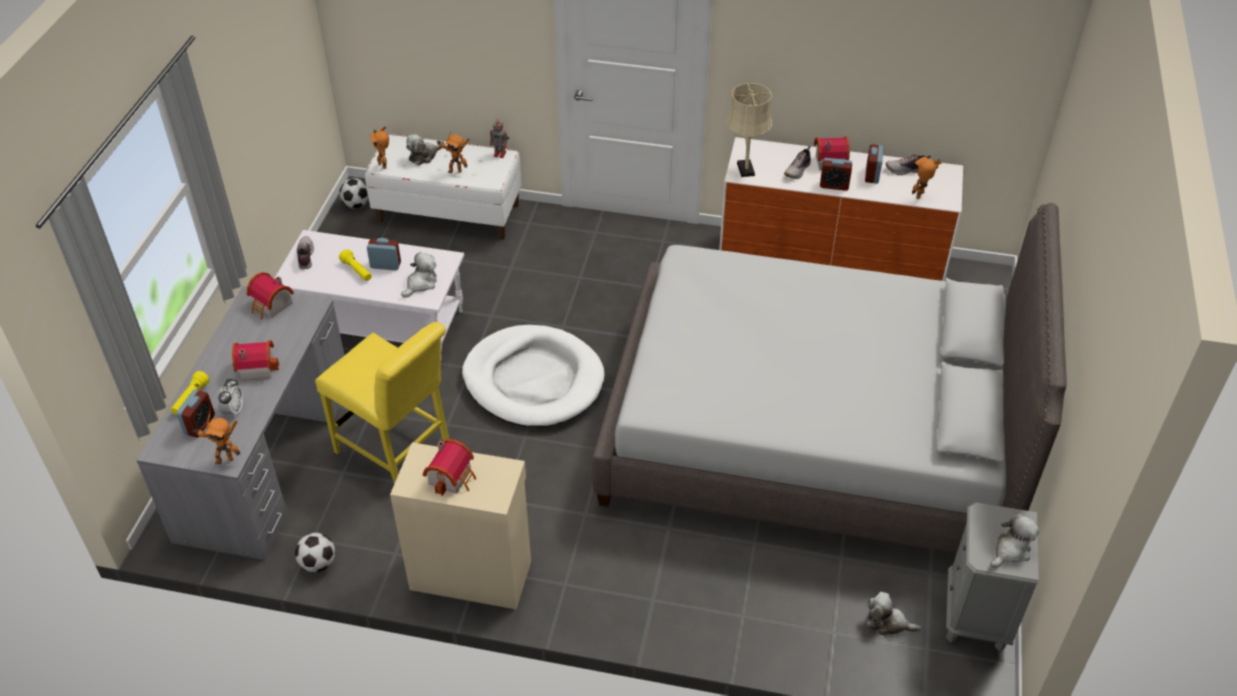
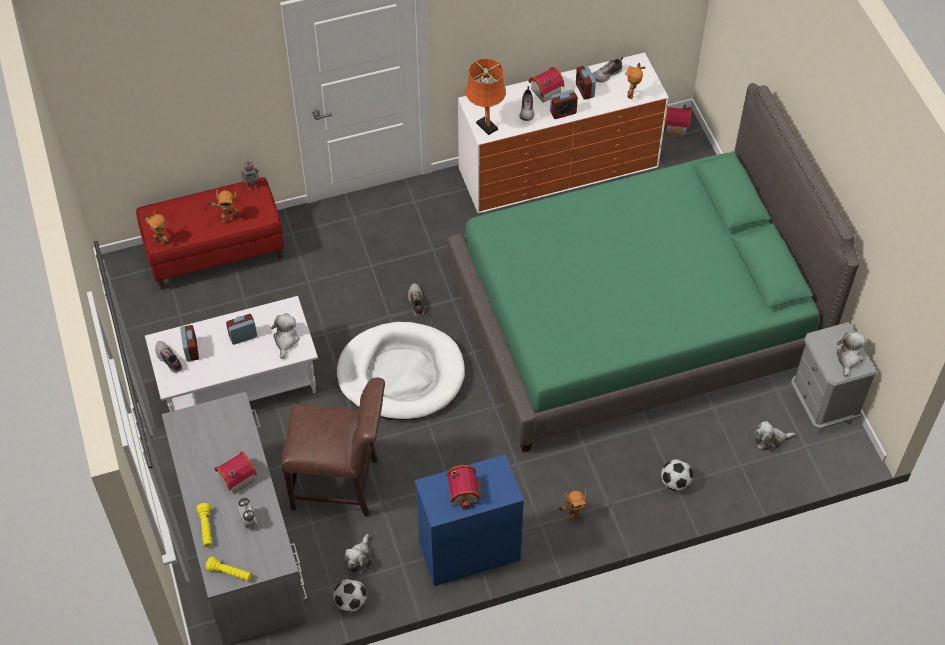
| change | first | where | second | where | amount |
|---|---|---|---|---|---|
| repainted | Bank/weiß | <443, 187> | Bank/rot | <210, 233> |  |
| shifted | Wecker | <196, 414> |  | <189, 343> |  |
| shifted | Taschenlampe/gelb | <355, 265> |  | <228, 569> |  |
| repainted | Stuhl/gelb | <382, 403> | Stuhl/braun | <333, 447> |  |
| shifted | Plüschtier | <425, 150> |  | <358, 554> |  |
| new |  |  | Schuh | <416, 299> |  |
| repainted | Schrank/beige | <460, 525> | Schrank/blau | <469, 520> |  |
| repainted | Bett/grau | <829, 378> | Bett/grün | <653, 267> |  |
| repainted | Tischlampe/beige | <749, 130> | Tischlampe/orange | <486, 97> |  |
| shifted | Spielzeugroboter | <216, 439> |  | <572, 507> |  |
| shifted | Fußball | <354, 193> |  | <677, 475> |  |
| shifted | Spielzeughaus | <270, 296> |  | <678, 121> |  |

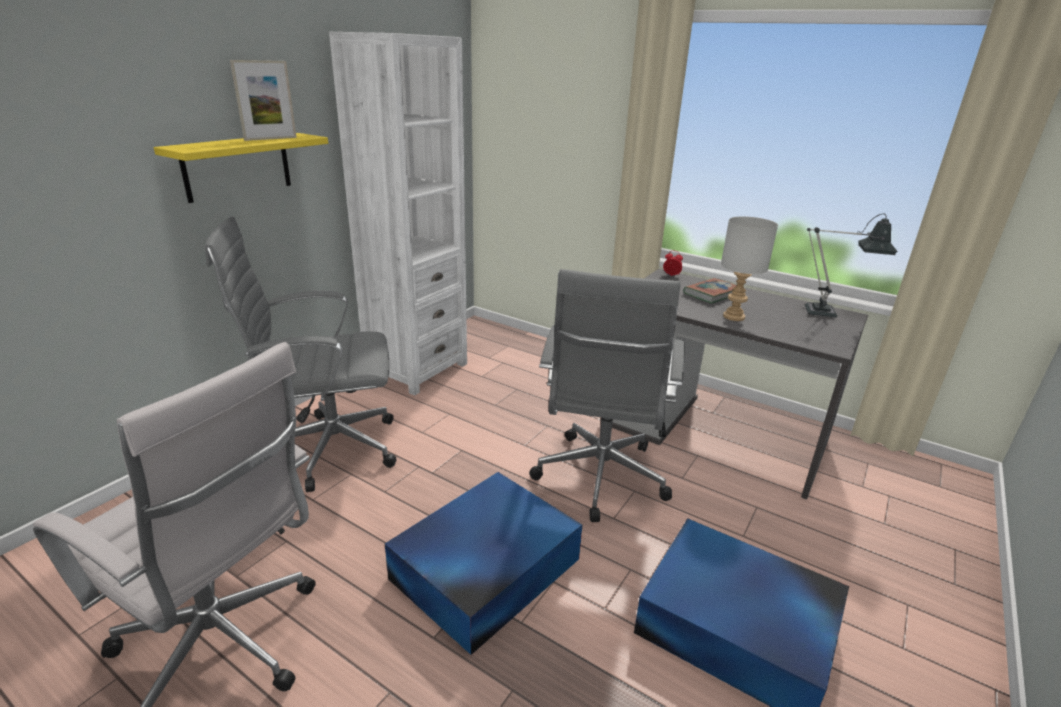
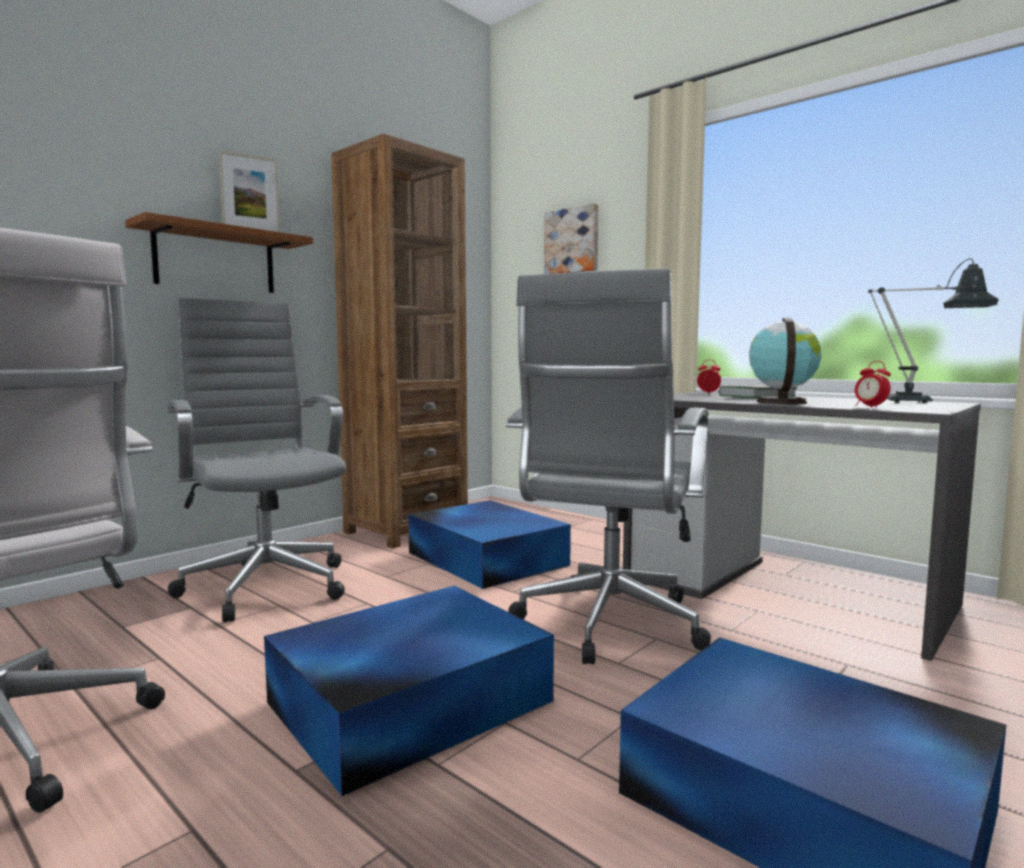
| change | first | where | second | where | amount |
|---|---|---|---|---|---|
| repainted | Wandregal/gelb | <241, 168> | Wandregal/braun | <219, 252> |  |
| rotated | Bürostuhl/grau | <301, 354> |  | <256, 460> | 60 degrees clockwise |
| repainted | Bücherregal/weiß | <398, 214> | Bücherregal/braun | <399, 341> |  |
| new |  |  | Aufbewahrungsbox/blau | <489, 544> |  |
| new |  |  | Bild | <571, 238> |  |
| swapped | Tischlampe/grau | <749, 268> | Globus | <785, 361> |  |
| new |  |  | Wecker | <873, 384> |  |

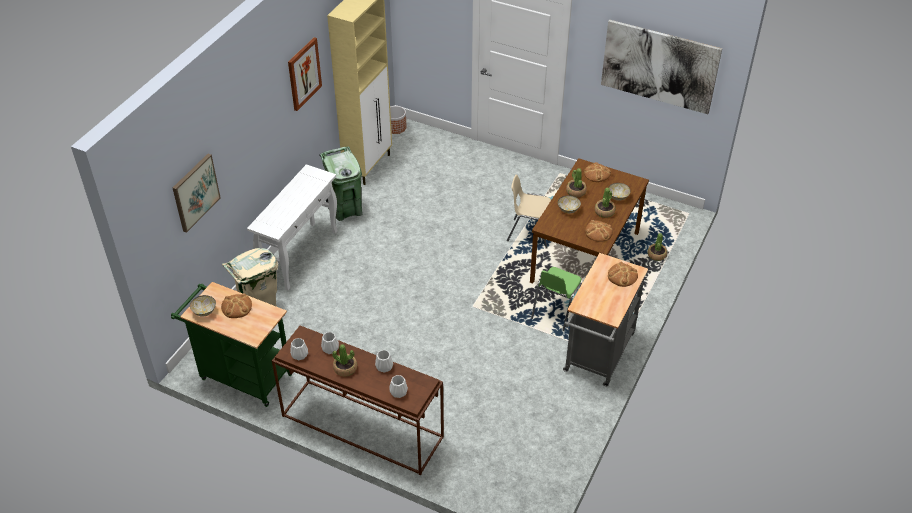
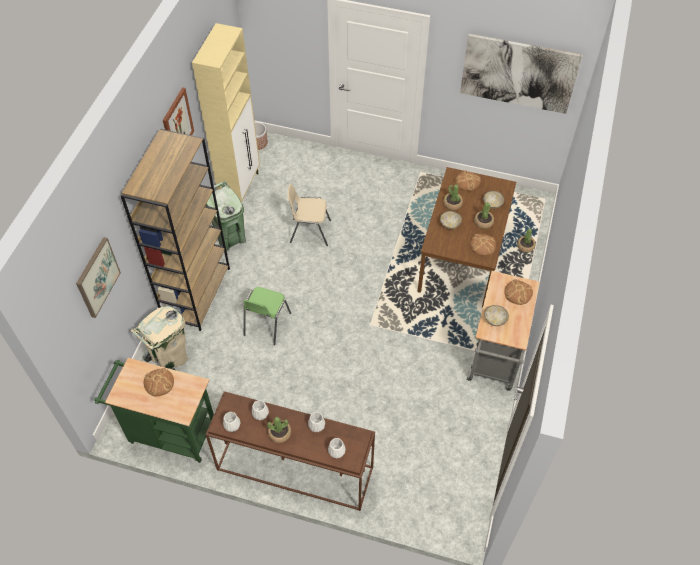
| change | first | where | second | where | amount |
|---|---|---|---|---|---|
| swapped | Konsolentisch/weiß | <292, 227> | Bücherregal/braun | <175, 230> |  |
| shifted | Stuhl/grün | <556, 299> |  | <267, 316> |  |
| shifted | Stuhl/beige | <529, 212> |  | <309, 215> |  |
| shifted | Schüssel | <203, 306> |  | <496, 315> |  |

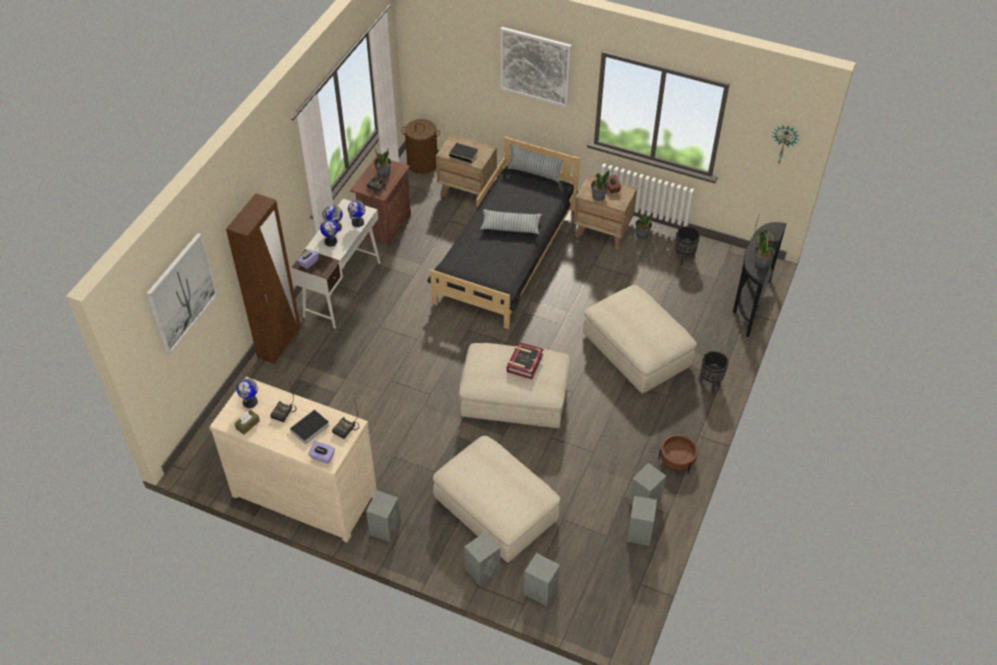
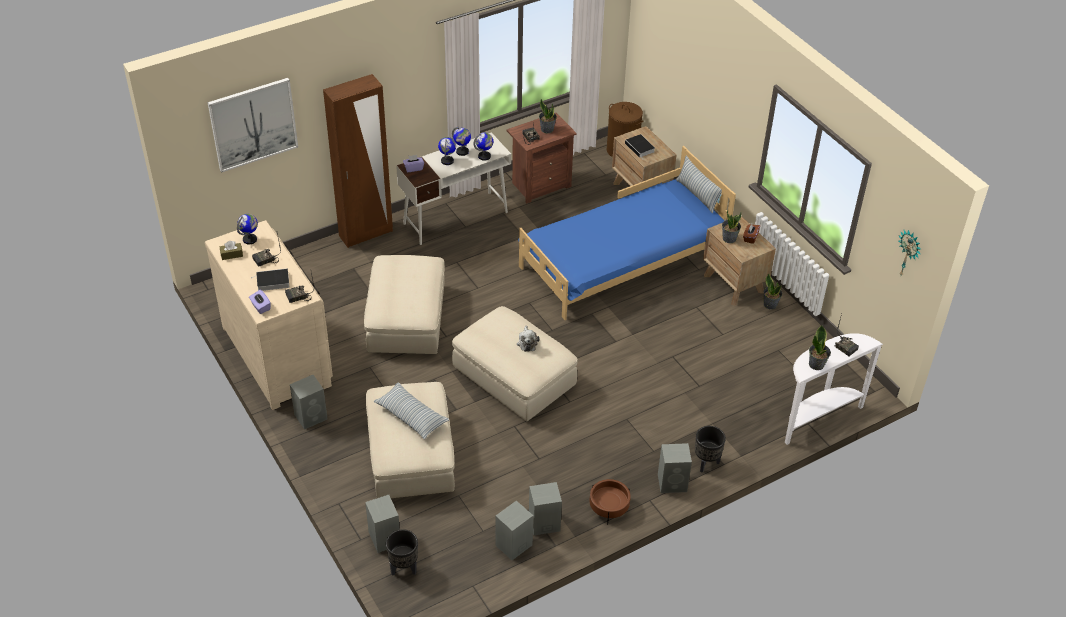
| change | first | where | second | where | amount |
|---|---|---|---|---|---|
| shifted | Polsterhocker/beige | <640, 339> |  | <404, 304> |  |
| shifted | Kissen | <511, 221> |  | <411, 410> |  |
| shifted | Pflanzkübel/schwarz | <687, 245> |  | <402, 552> |  |
| swapped | Buch | <525, 360> | Plüschtier | <528, 339> |  |
| repainted | Bett/schwarz | <503, 233> | Bett/blau | <627, 233> |  |
| shifted | Lautsprecher/grau | <482, 559> |  | <675, 468> |  |
| repainted | Konsolentisch/schwarz | <760, 279> | Konsolentisch/weiß | <834, 389> |  |
| gone | Bild | <536, 67> |  |  |  |

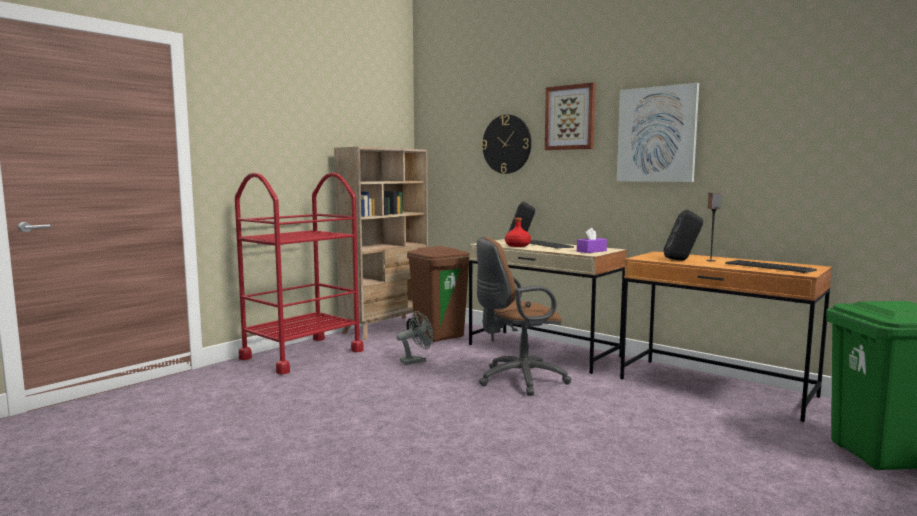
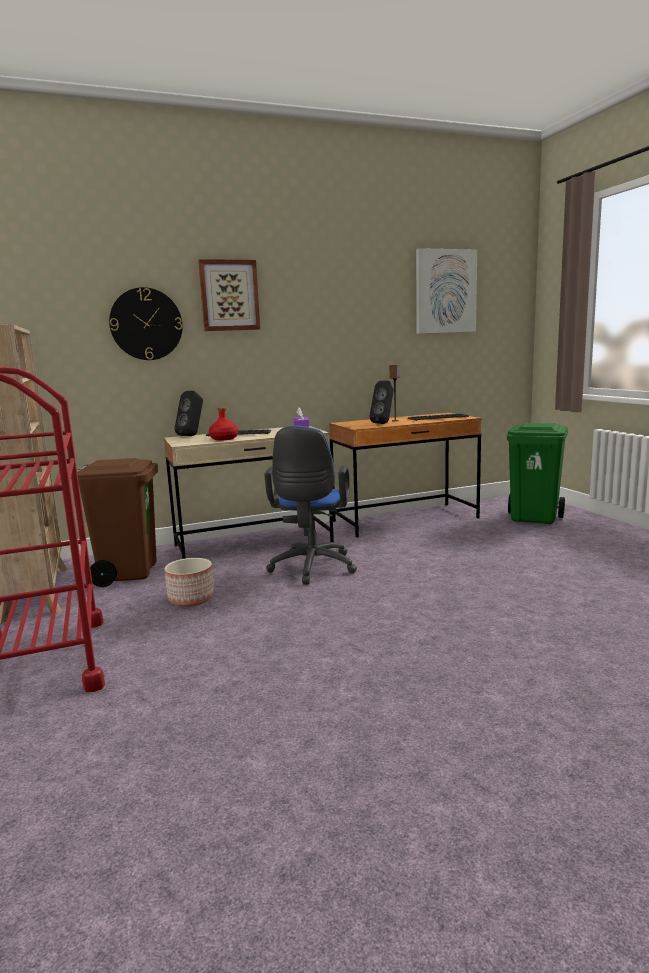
| change | first | where | second | where | amount |
|---|---|---|---|---|---|
| swapped | Ventilator/grau | <415, 338> | Pflanzkübel | <189, 582> |  |
| repainted | Bürostuhl/braun | <524, 316> | Bürostuhl/blau | <310, 505> |  |
| shifted | Bild | <658, 132> |  | <446, 291> |  |

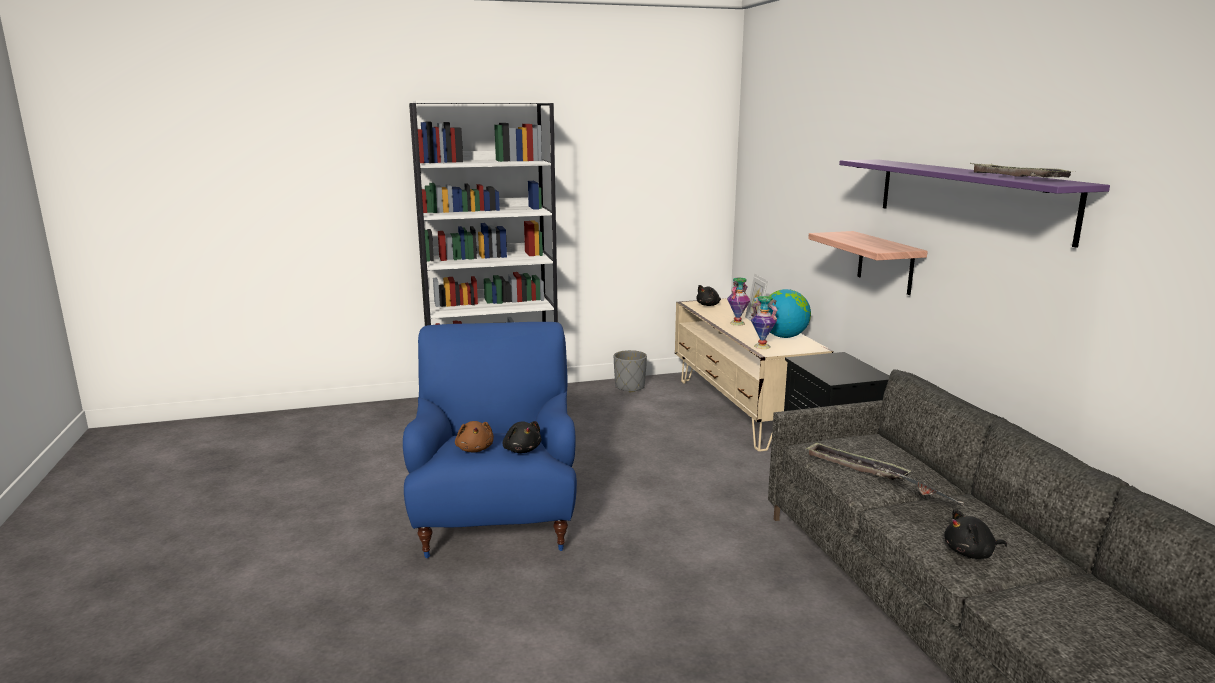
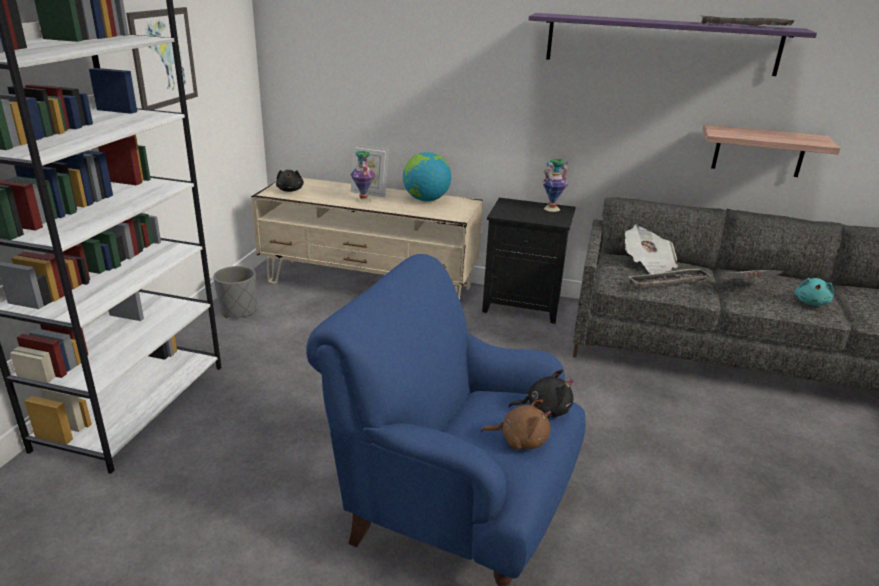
| change | first | where | second | where | amount |
|---|---|---|---|---|---|
| new |  |  | Bild | <162, 58> |  |
| shifted | Vase | <764, 322> |  | <555, 185> |  |
| new |  |  | Zeitung | <651, 249> |  |
| shifted | Wandregal | <868, 263> |  | <772, 151> |  |
| repainted | Plüschtier/schwarz | <975, 534> | Plüschtier/türkis | <814, 292> |  |

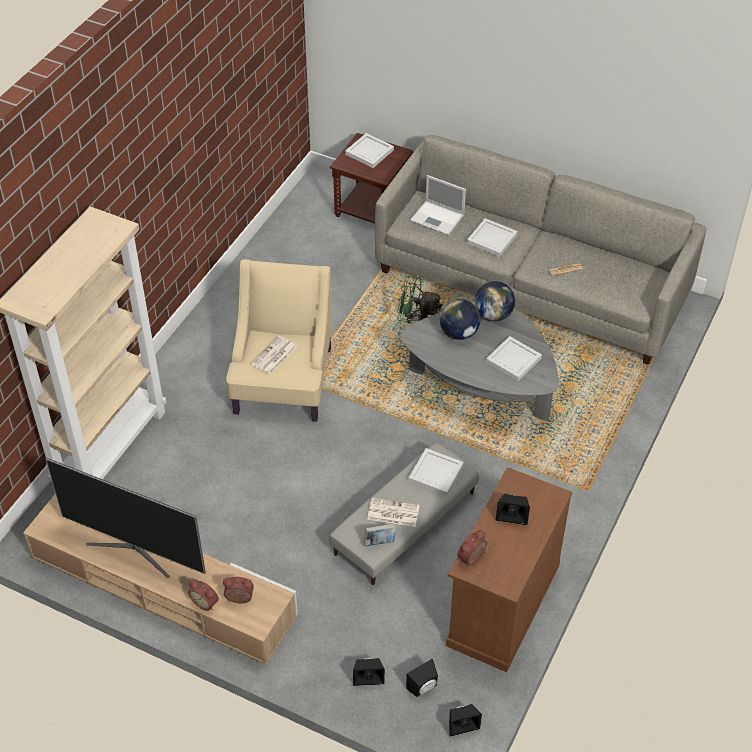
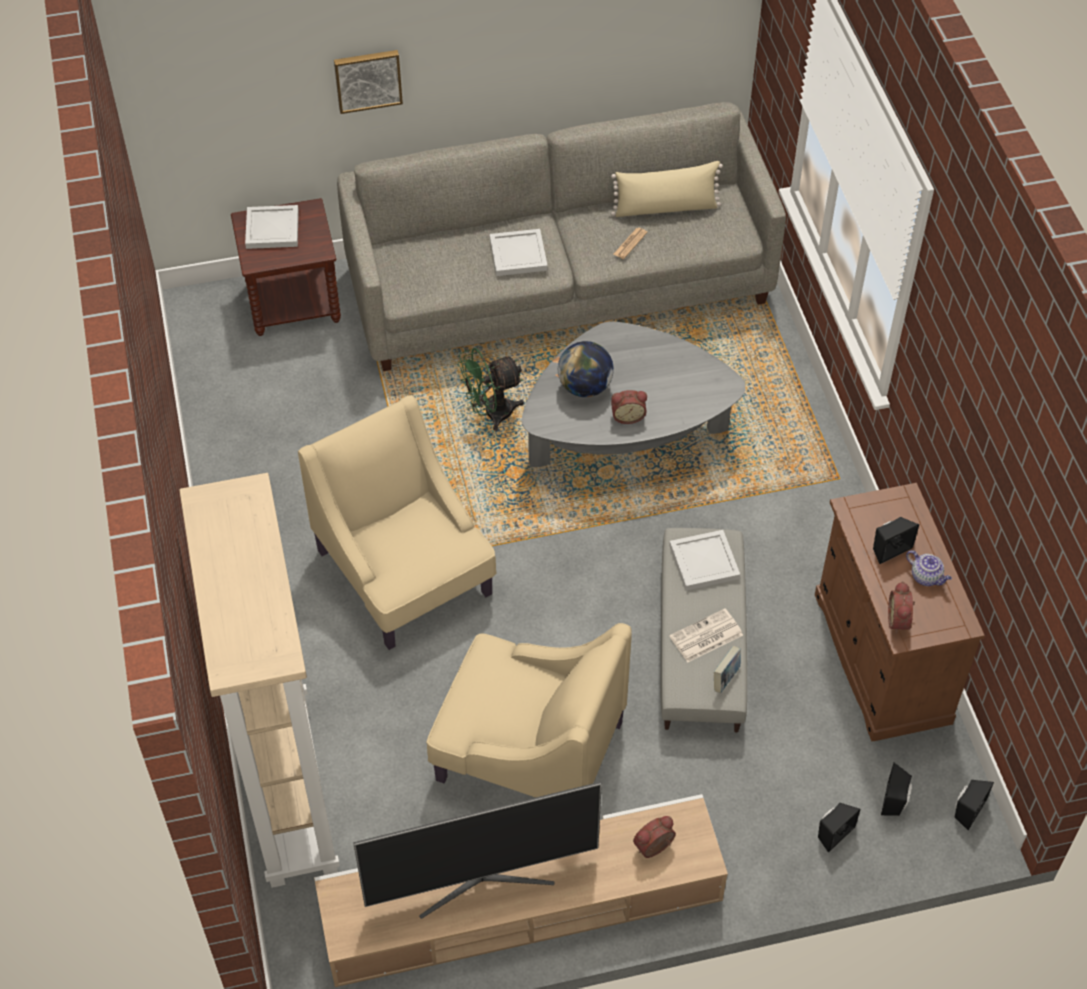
| change | first | where | second | where | amount |
|---|---|---|---|---|---|
| new |  |  | Bild | <368, 82> |  |
| new |  |  | Sessel/beige | <529, 710> |  |
| new |  |  | Kissen/beige | <667, 189> |  |
| shifted | Wecker | <203, 595> |  | <629, 407> |  |
| new |  |  | Teekanne | <929, 568> |  |
| gone | Zeitung | <274, 355> |  |  |  |
| gone | Laptop | <438, 205> |  |  |  |
| gone | Globus | <495, 301> |  |  |  |
| gone | Tablett/weiß | <514, 358> |  |  |  |

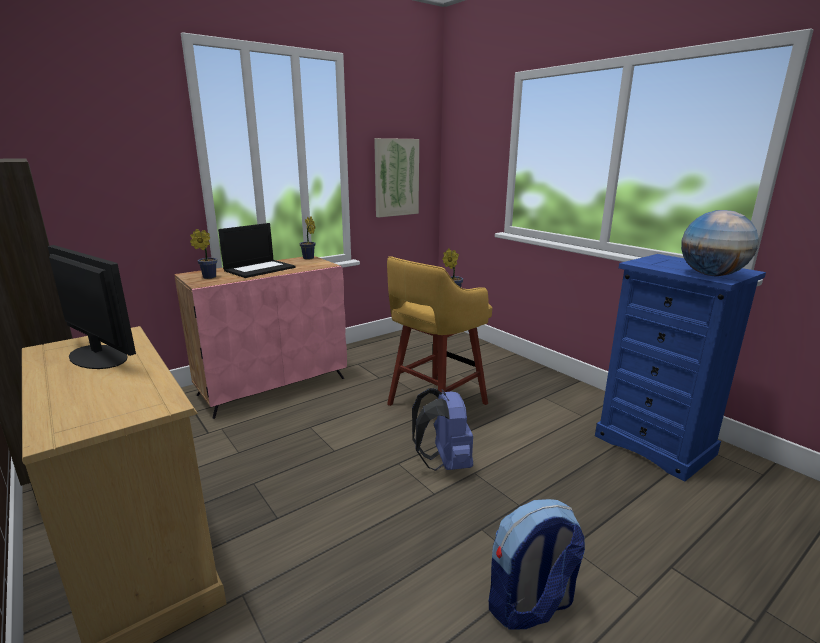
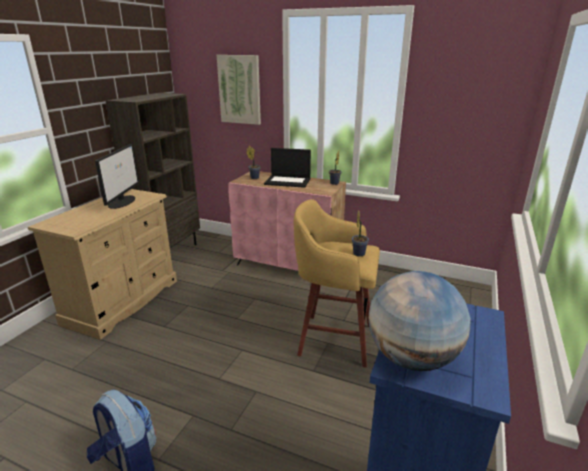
| change | first | where | second | where | amount |
|---|---|---|---|---|---|
| shifted | Bild | <396, 178> |  | <239, 90> |  |
| gone | Rucksack/blau | <442, 429> |  |  |  |

